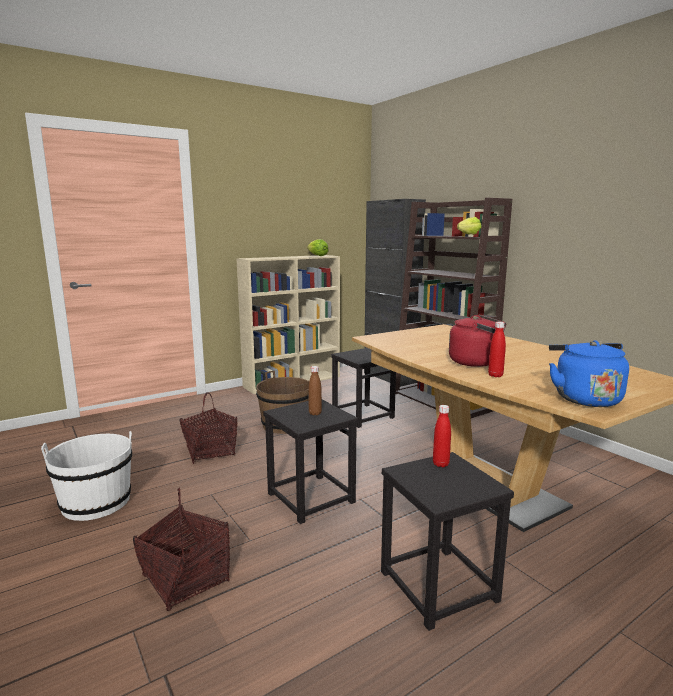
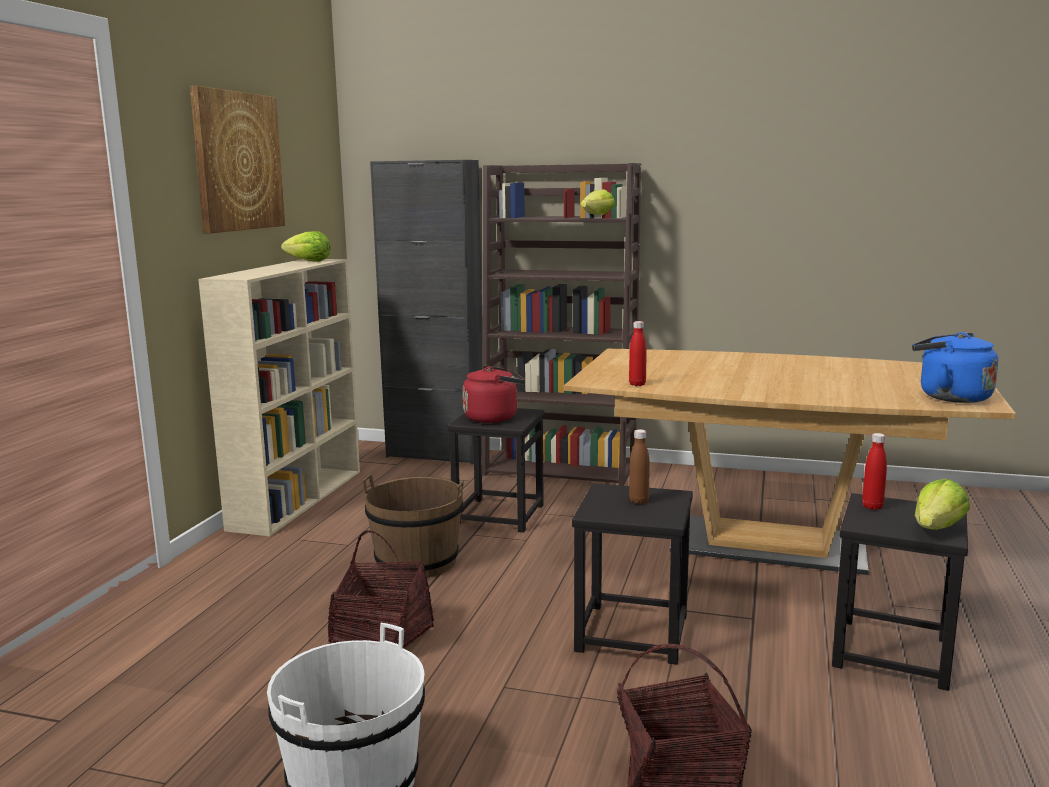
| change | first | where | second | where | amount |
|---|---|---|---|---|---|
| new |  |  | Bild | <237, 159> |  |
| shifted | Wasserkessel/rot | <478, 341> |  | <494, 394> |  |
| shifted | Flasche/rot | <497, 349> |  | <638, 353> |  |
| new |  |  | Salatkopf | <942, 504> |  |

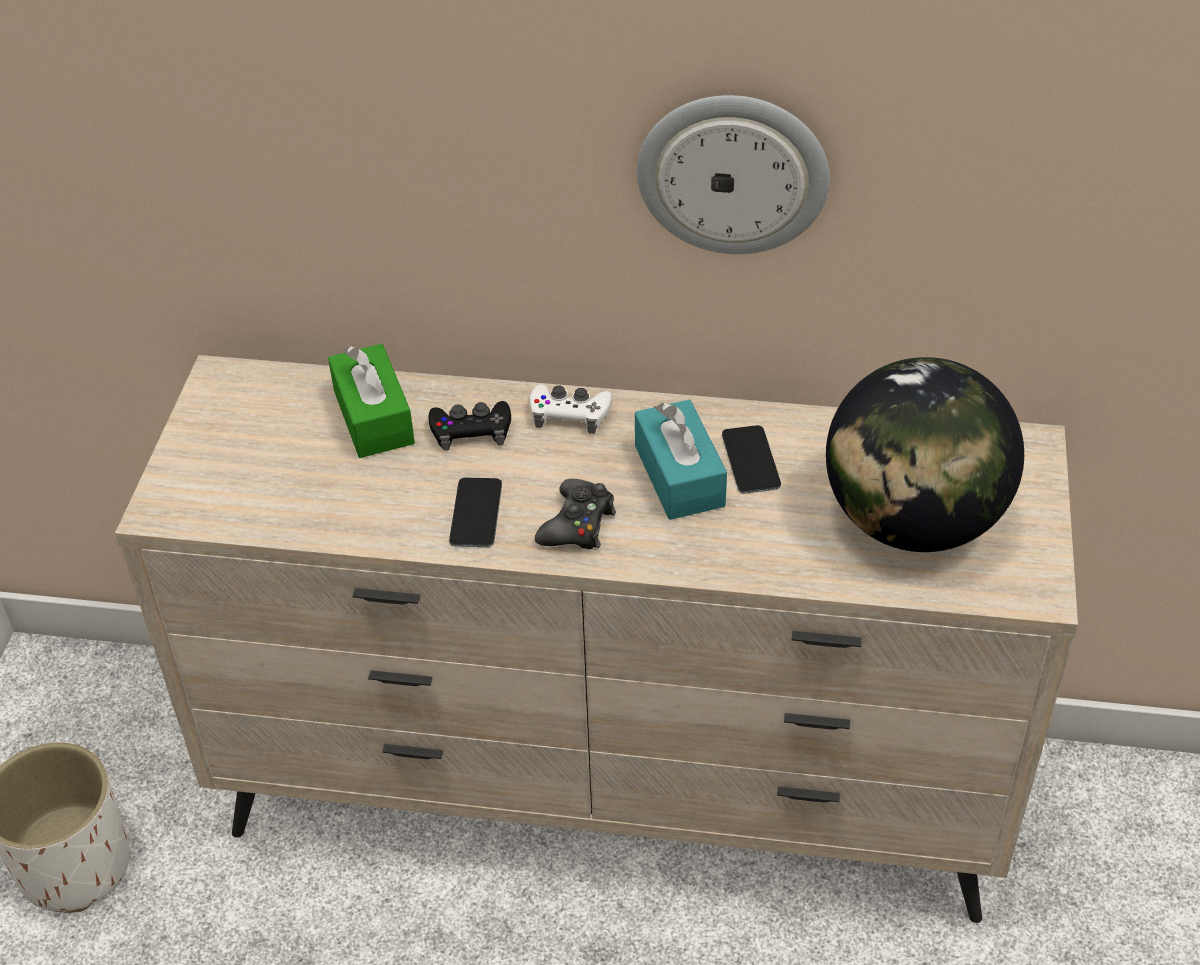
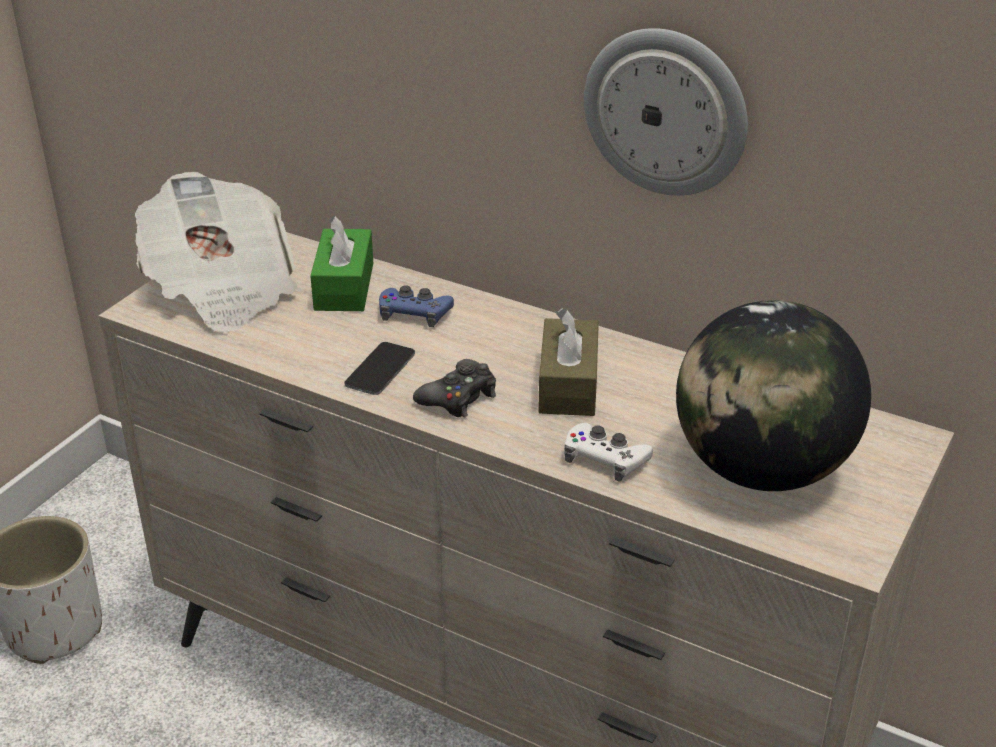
| change | first | where | second | where | amount |
|---|---|---|---|---|---|
| new |  |  | Zeitung | <216, 252> |  |
| repainted | Gamepad/schwarz | <470, 426> | Gamepad/blau | <416, 306> |  |
| repainted | Taschentuchbox/türkis | <681, 459> | Taschentuchbox/braun | <568, 362> |  |
| shifted | Gamepad/weiß | <570, 409> |  | <608, 452> |  |
| gone | Handy | <751, 459> |  |  |  |

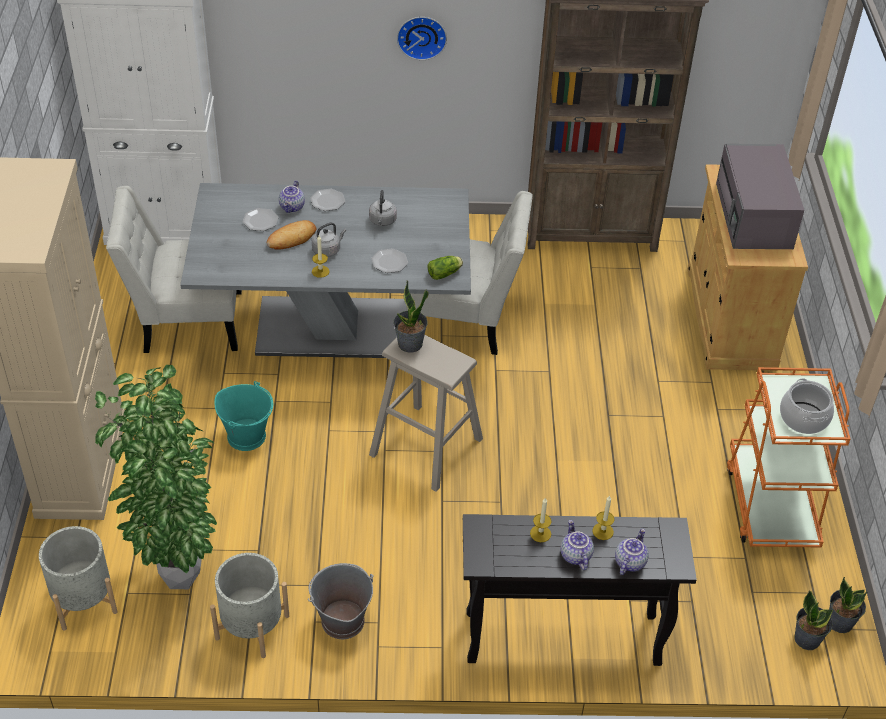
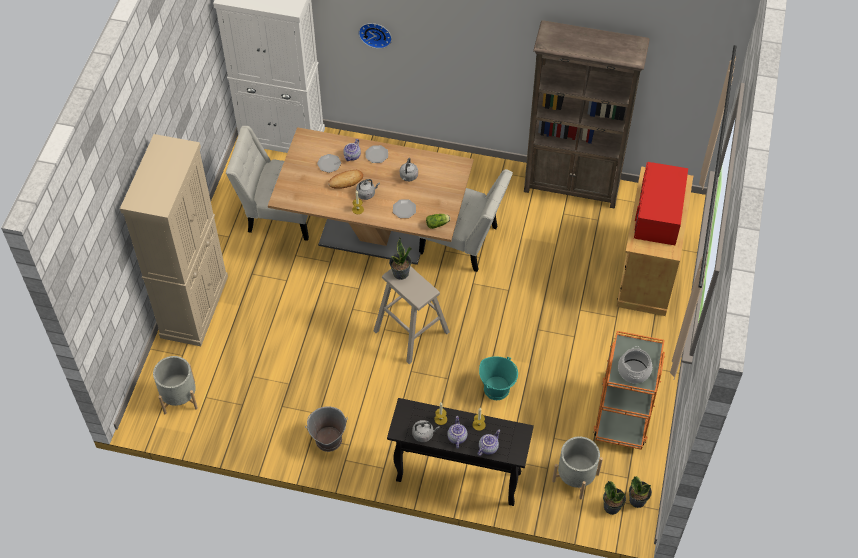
| change | first | where | second | where | amount |
|---|---|---|---|---|---|
| repainted | Esstisch/grau | <325, 270> | Esstisch/braun | <370, 196> |  |
| shifted | Wanduhr | <422, 38> |  | <375, 36> |  |
| new |  |  | Wasserkessel/grau | <426, 431> |  |
| shifted | Eimer/türkis | <243, 416> |  | <498, 378> |  |
| shifted | Pflanzkübel/grau | <249, 605> |  | <577, 468> |  |
| repainted | Mikrowelle/grau | <760, 196> | Mikrowelle/rot | <661, 203> |  |
| gone | Topfpflanze | <156, 477> |  |  |  |

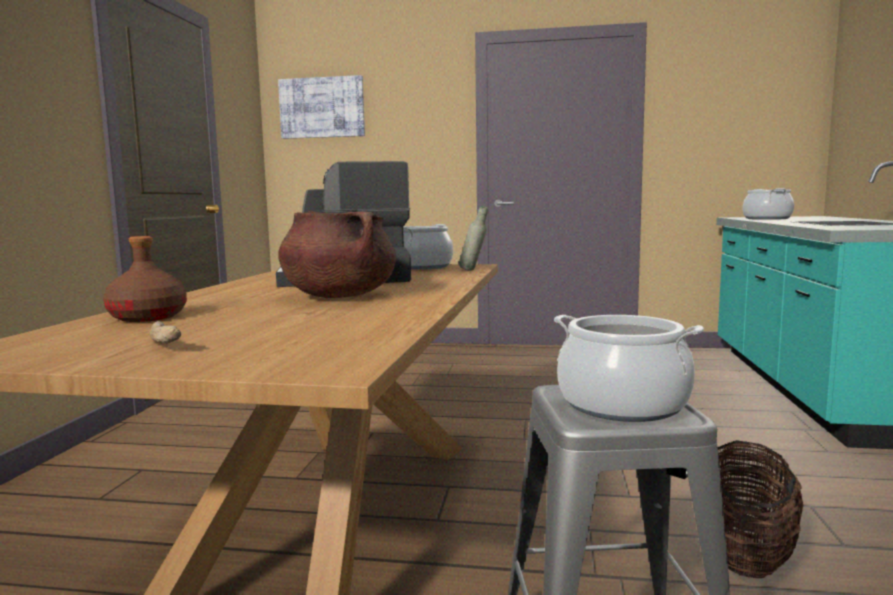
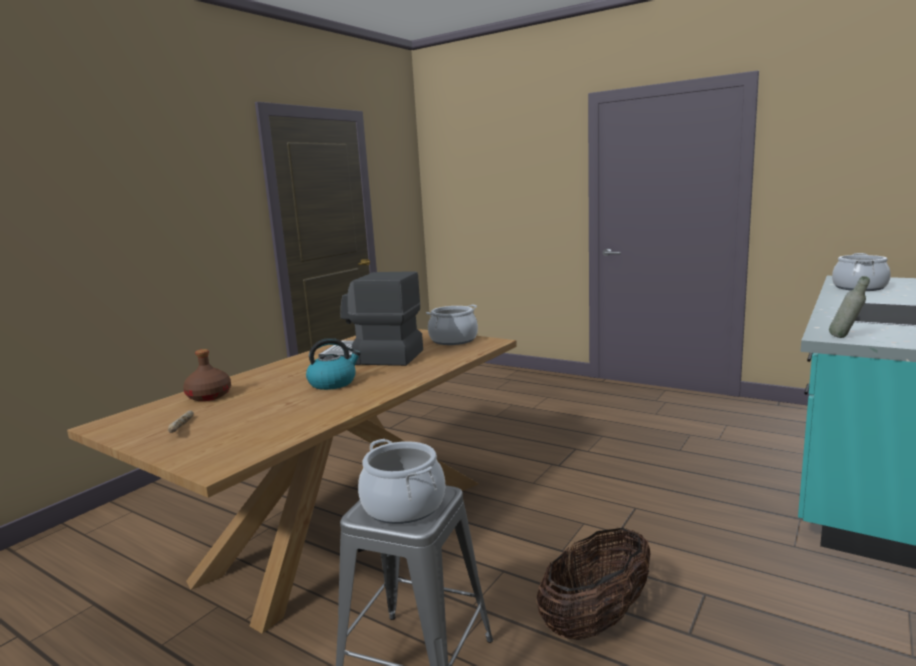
| change | first | where | second | where | amount |
|---|---|---|---|---|---|
| swapped | Kochtopf/braun | <337, 254> | Wasserkessel | <333, 364> |  |
| shifted | Flasche/grau | <473, 238> |  | <849, 307> |  |
| gone | Bild | <321, 107> |  |  |  |

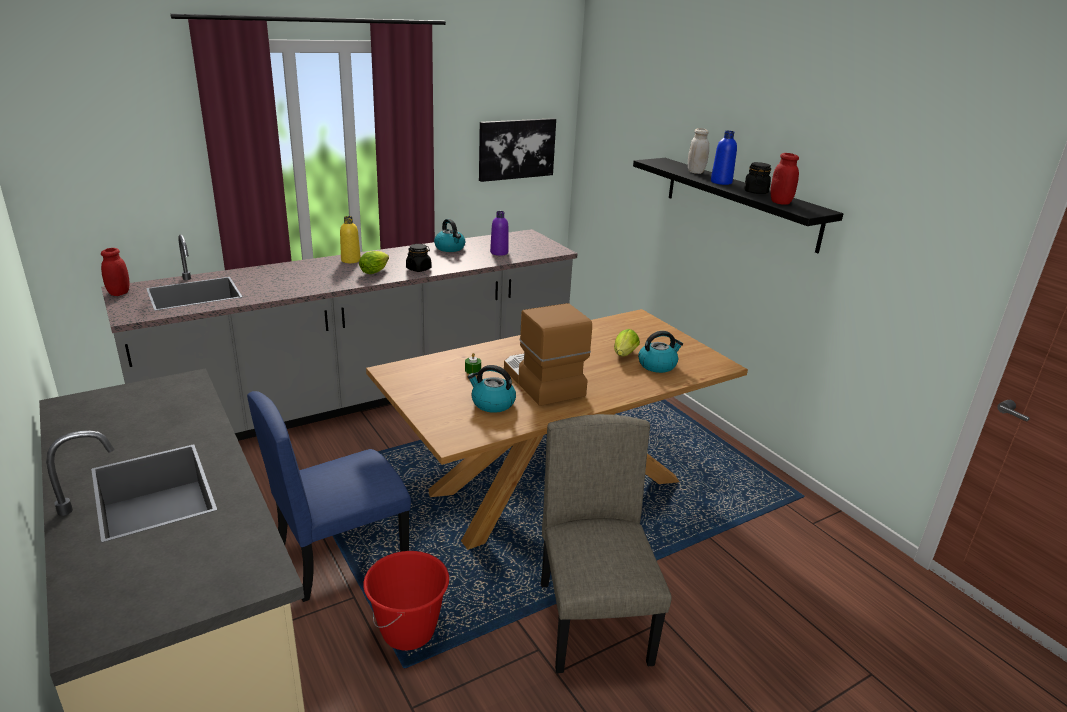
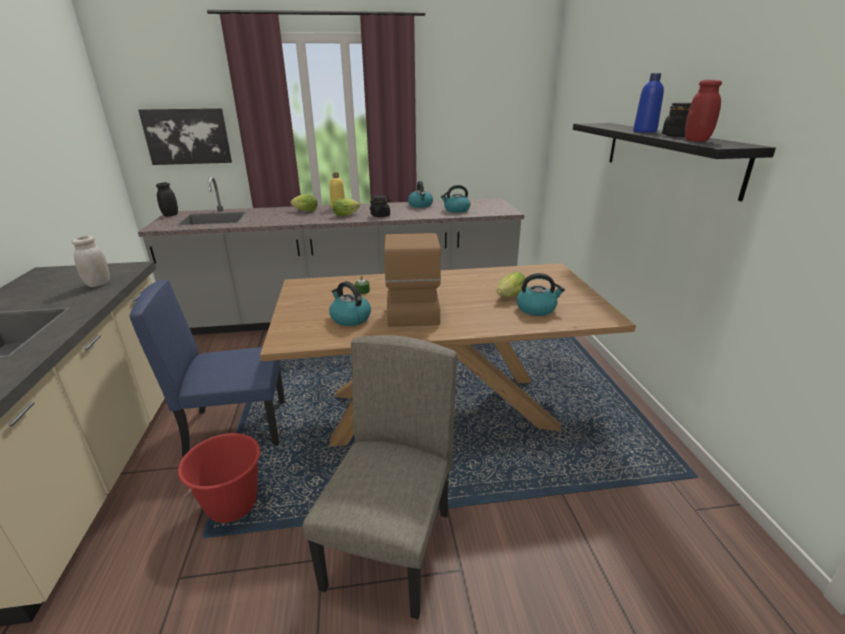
| change | first | where | second | where | amount |
|---|---|---|---|---|---|
| shifted | Vorratsglas/weiß | <698, 151> |  | <91, 261> |  |
| shifted | Bild | <517, 150> |  | <185, 136> |  |
| repainted | Vorratsglas/rot | <115, 272> | Vorratsglas/schwarz | <167, 199> |  |
| new |  |  | Salatkopf | <304, 202> |  |
| swapped | Flasche/lila | <499, 233> | Wasserkessel | <455, 199> |  |

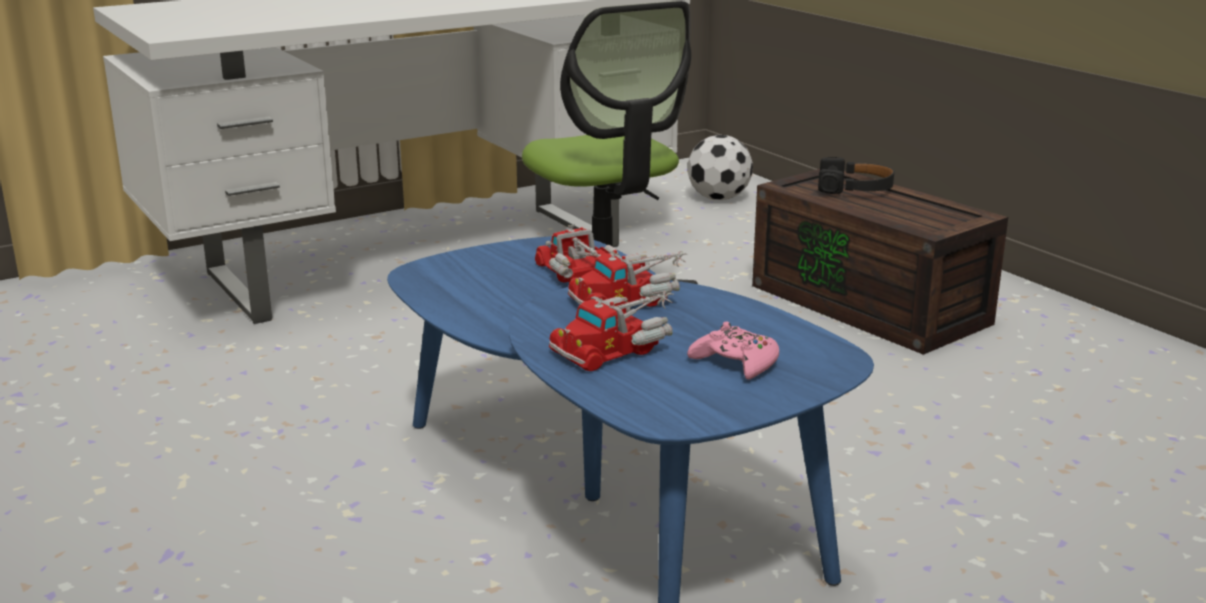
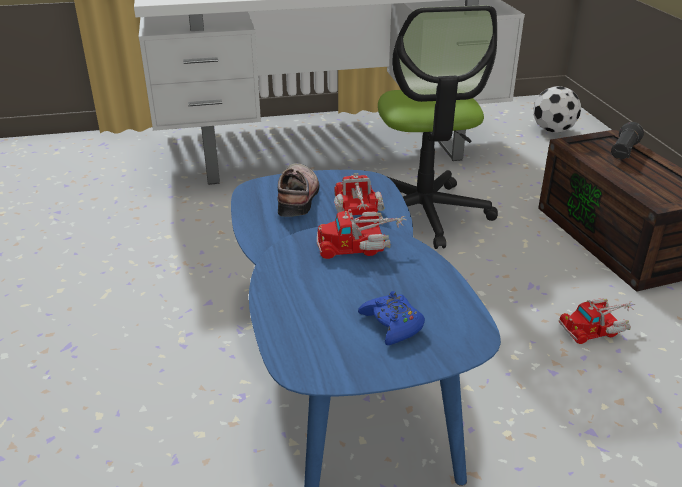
| change | first | where | second | where | amount |
|---|---|---|---|---|---|
| new |  |  | Schuh | <298, 190> |  |
| repainted | Gamepad/rosa | <733, 351> | Gamepad/blau | <391, 318> |  |
| shifted | Spielzeuglaster | <611, 331> |  | <597, 321> |  |
| swapped | Kopfhörer/schwarz | <856, 175> | Taschenlampe/schwarz | <627, 141> |  |

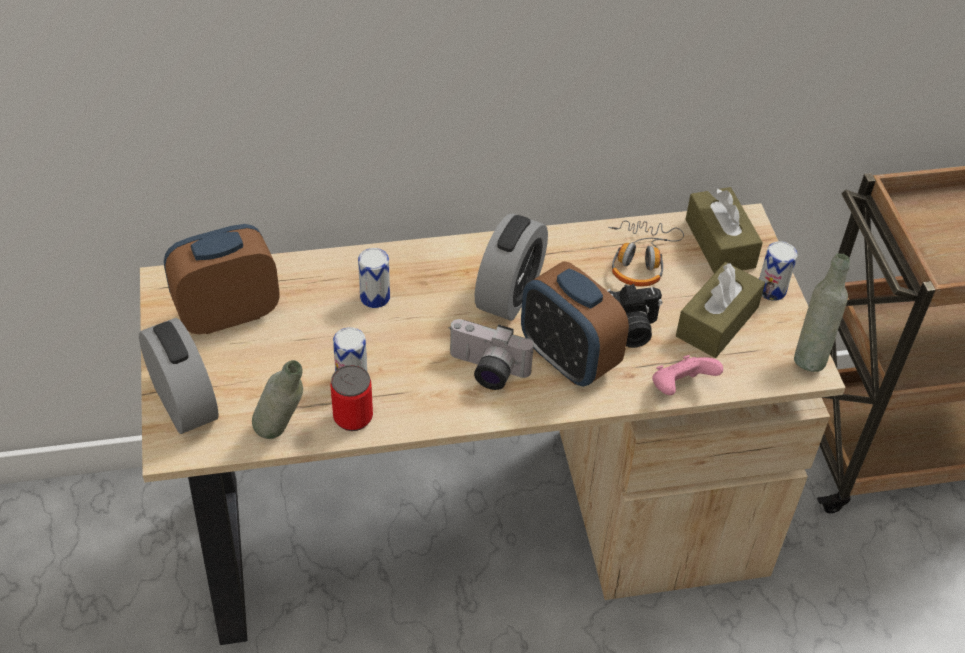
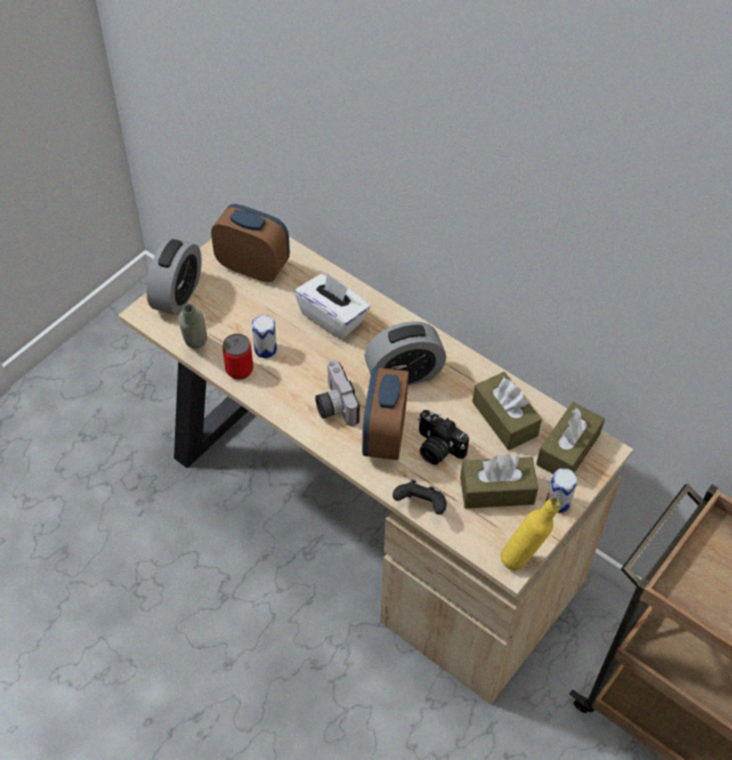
| change | first | where | second | where | amount |
|---|---|---|---|---|---|
| swapped | Dose | <374, 278> | Taschentuchbox/weiß | <332, 306> |  |
| repainted | Gamepad/rosa | <687, 375> | Gamepad/schwarz | <420, 497> |  |
| swapped | Kopfhörer | <646, 254> | Taschentuchbox/braun | <507, 411> |  |
| repainted | Flasche/grau | <822, 312> | Flasche/gelb | <531, 533> |  |

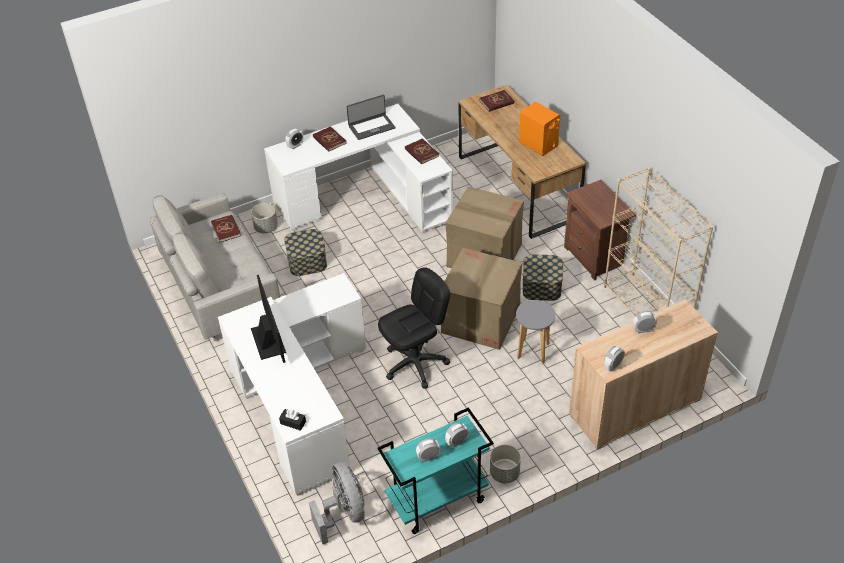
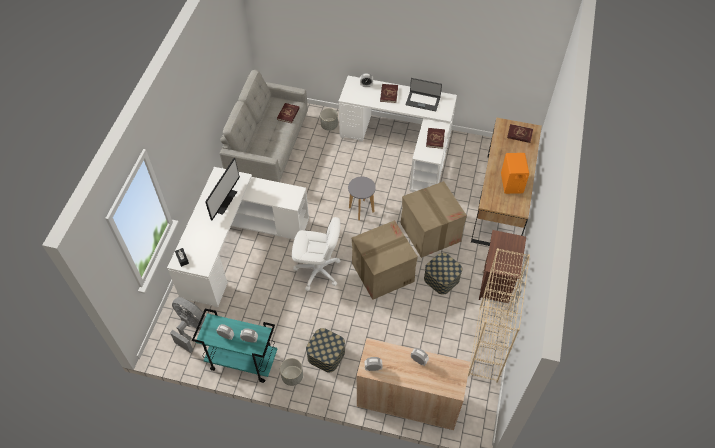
| change | first | where | second | where | amount |
|---|---|---|---|---|---|
| rotated | Ventilator/grau | <337, 503> |  | <188, 325> | 75 degrees counterclockwise |
| repainted | Bürostuhl/schwarz | <414, 328> | Bürostuhl/weiß | <316, 254> |  |
| shifted | Aufbewahrungsbox | <305, 252> |  | <325, 350> |  |
| shifted | Hocker/grau | <536, 331> |  | <362, 198> |  |

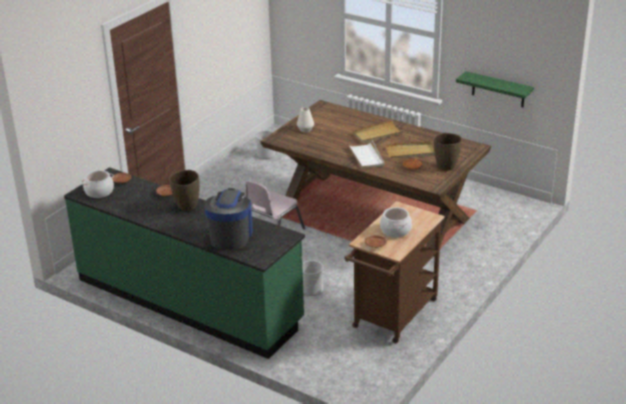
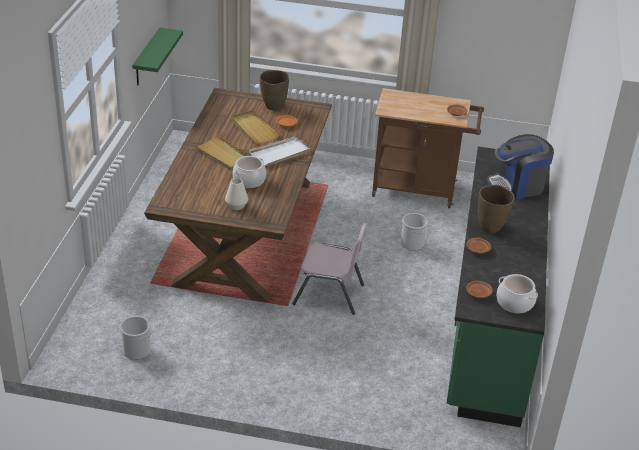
| change | first | where | second | where | amount |
|---|---|---|---|---|---|
| shifted | Kochtopf | <396, 222> |  | <249, 172> |  |

